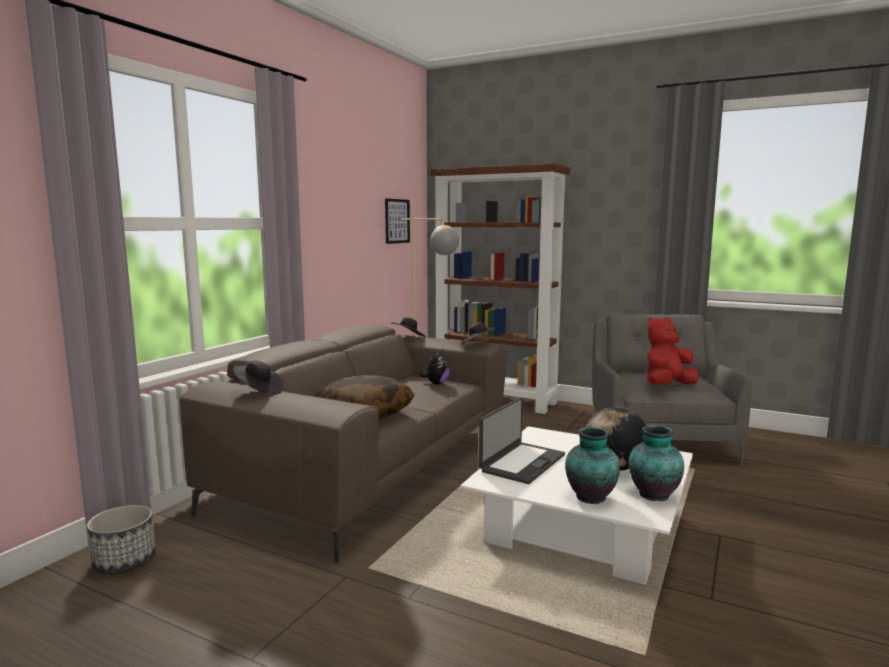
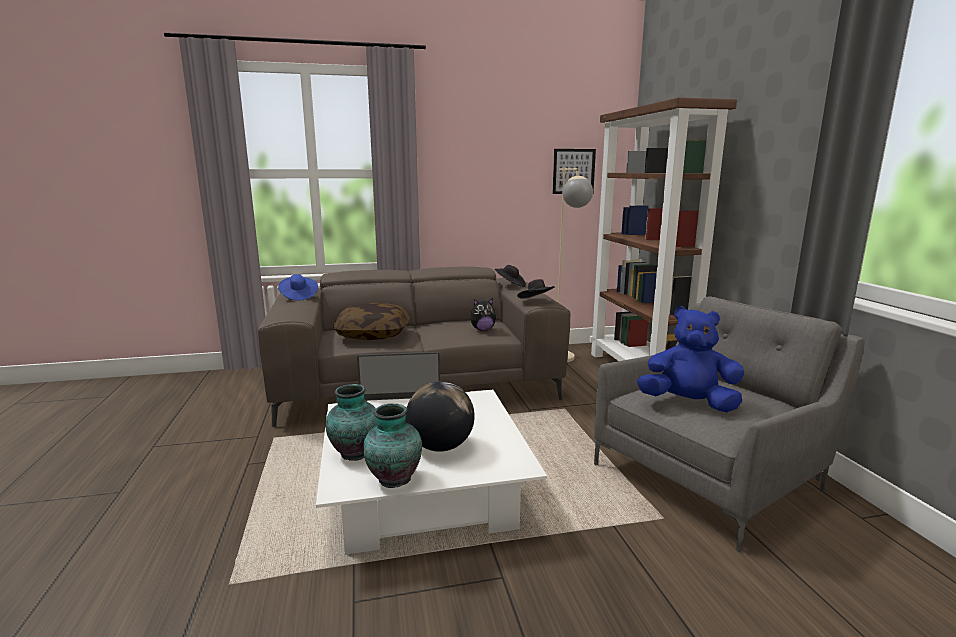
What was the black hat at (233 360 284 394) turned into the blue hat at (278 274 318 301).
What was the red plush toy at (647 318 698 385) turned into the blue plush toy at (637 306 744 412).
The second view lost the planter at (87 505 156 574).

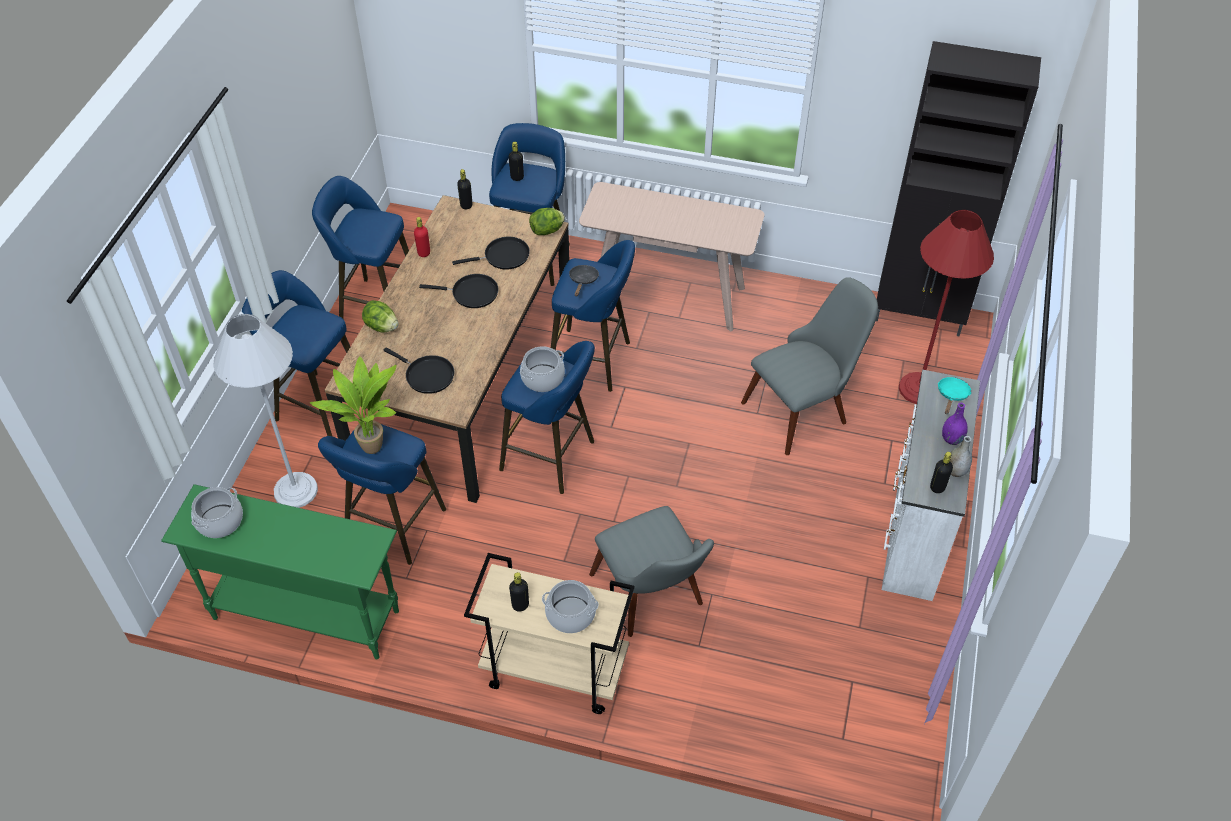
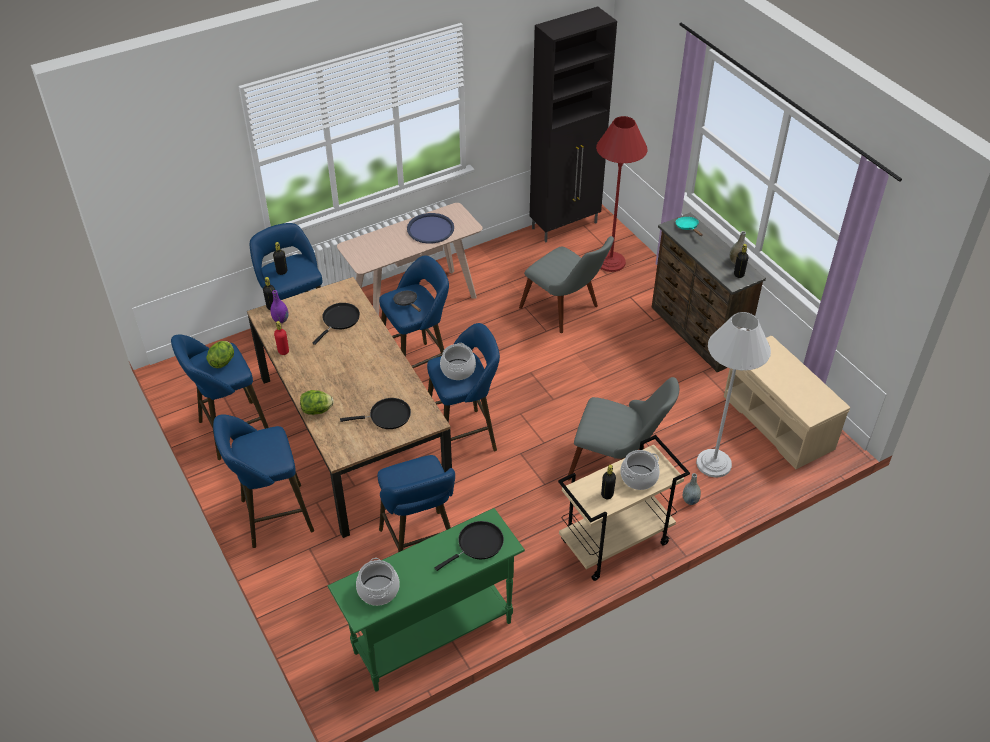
The lettuce ended up elsewhere, having gone from (529 208 565 235) to (206 341 234 368).
The purple vase ended up elsewhere, having gone from (942 403 968 445) to (270 290 289 323).
The second view gained the blue tray at (407 213 454 244).
The black frying pan ended up elsewhere, having gone from (419 274 498 308) to (435 521 504 571).
The grey chair at (741 277 878 455) ended up facing another way, 120 degrees clockwise from before.
What was the white dresser at (882 370 980 601) turned into the brown dresser at (651 212 766 372).
The second view gained the grey vase at (683 473 701 505).
The white floor lamp ended up elsewhere, having gone from (213 314 318 508) to (696 312 771 478).
The second view gained the beige bench at (724 336 850 469).
The second view lost the potted plant at (310 356 397 454).

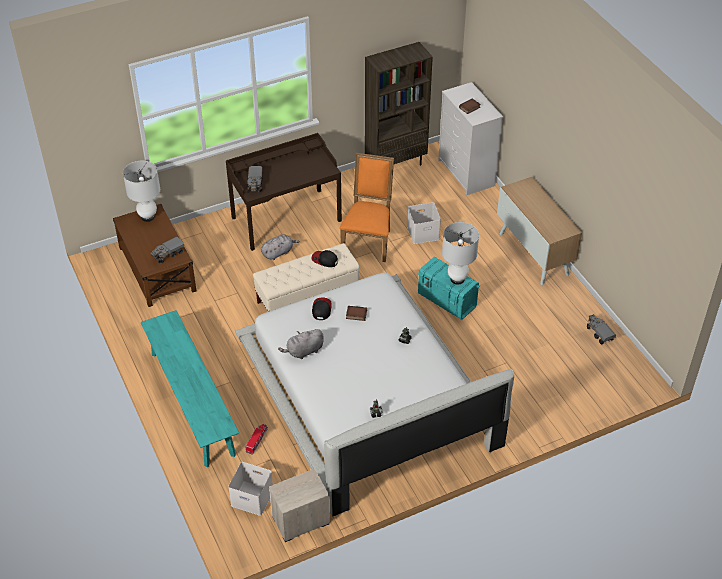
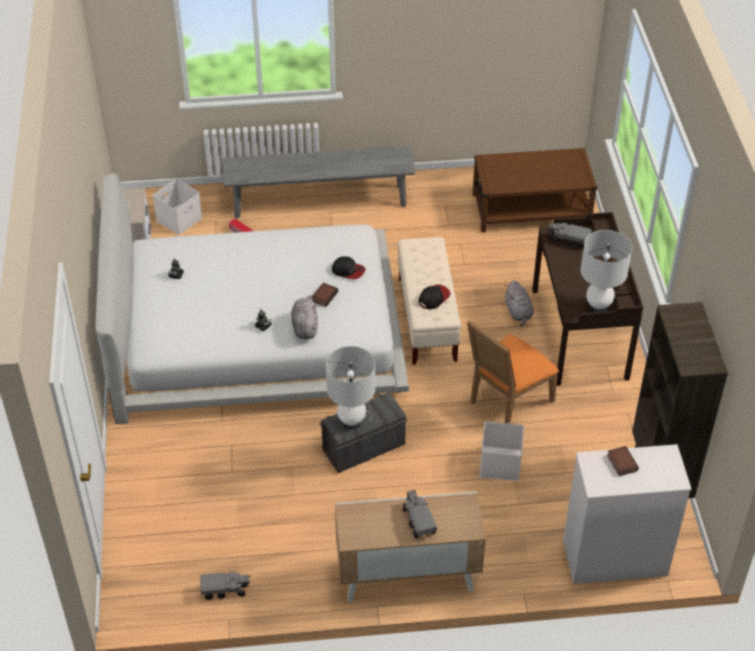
What was the turquoise bench at (141 310 239 467) turned into the grey bench at (222 146 415 219).
The grey plush toy ended up elsewhere, having gone from (278 329 324 359) to (291 296 318 339).
What was the turquoise storage box at (417 257 480 320) turned into the grey storage box at (320 392 408 473).
The toy truck ended up elsewhere, having gone from (150 237 184 264) to (403 490 437 539).
The orange chair at (340 153 394 262) ended up facing another way, 105 degrees clockwise from before.
The white table lamp ended up elsewhere, having gone from (123 161 160 222) to (581 230 632 312).

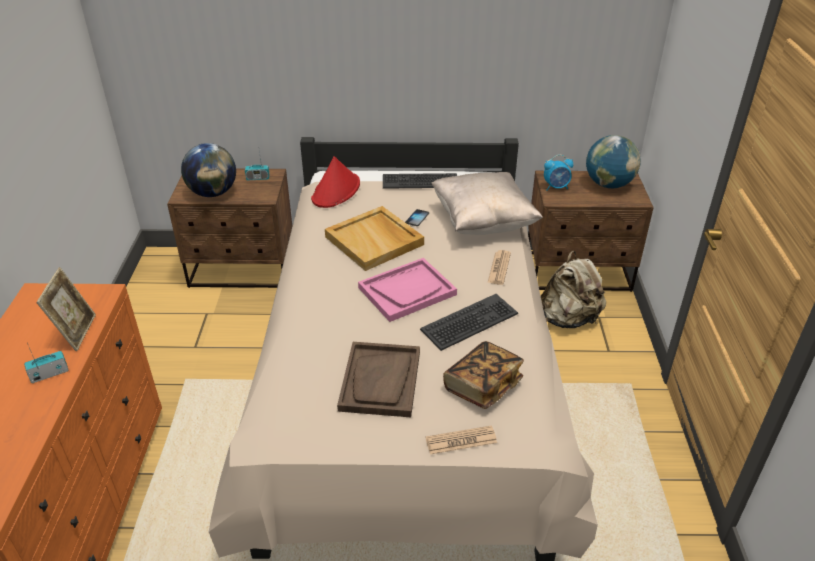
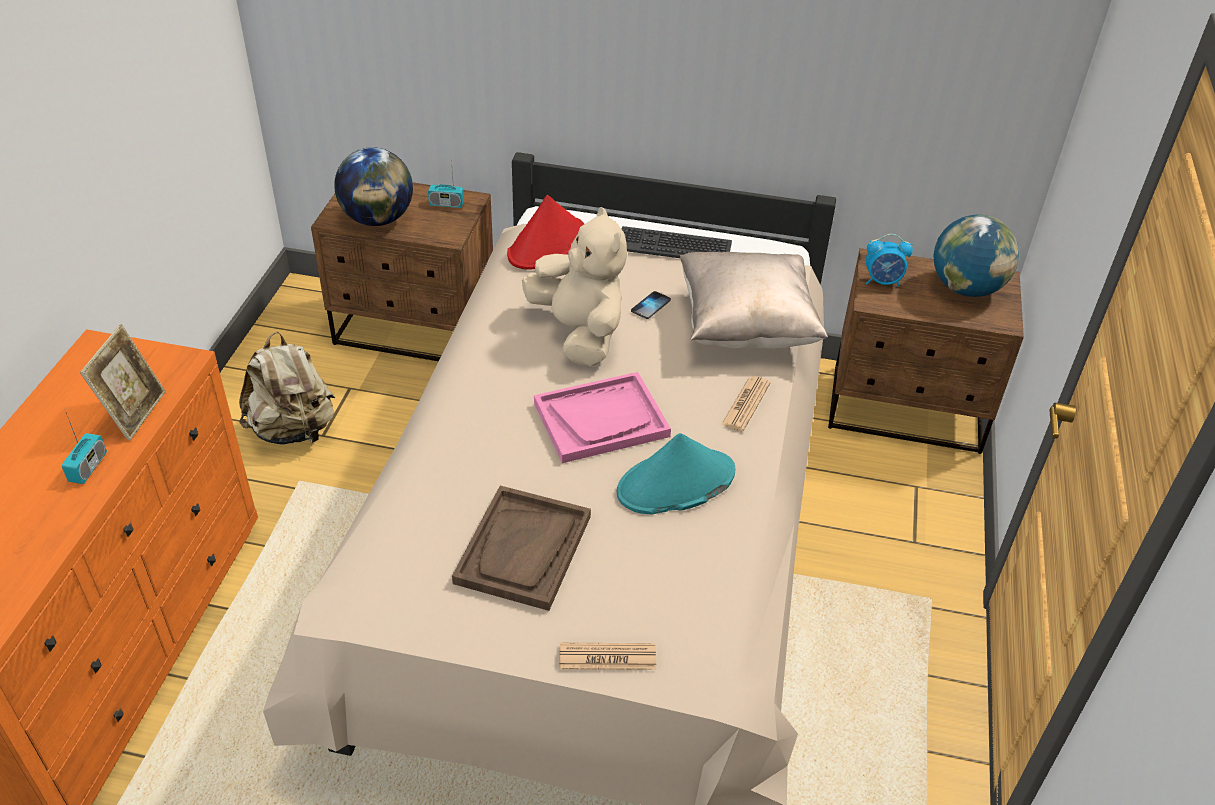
The radio at (24 341 68 383) ended up facing another way, 120 degrees clockwise from before.
The beige backpack ended up elsewhere, having gone from (541 251 606 328) to (239 332 335 445).
Where the beige tray stood at (325 206 424 271), the beige plush toy came to stand at (522 207 627 366).
Where the keyboard stood at (420 294 518 351), the turquoise hat came to stand at (617 433 736 515).
The second view lost the book at (443 341 524 409).

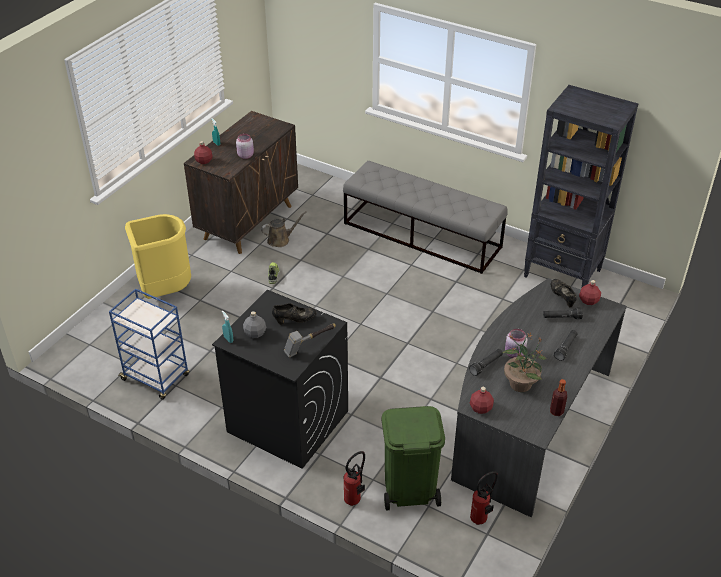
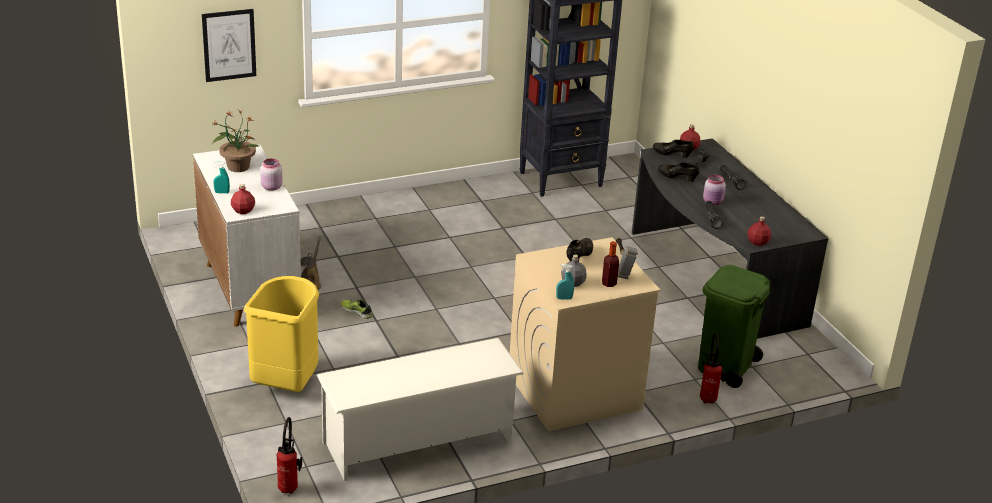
What was the brown cabinet at (184 111 298 254) turned into the white cabinet at (193 145 301 327).
The second view gained the picture at (202 9 256 82).
The potted plant ended up elsewhere, having gone from (503 332 546 392) to (212 110 258 172).
The fire extinguisher ended up elsewhere, having gone from (470 471 498 525) to (277 417 302 494).
Where the blue cart stood at (109 288 190 400), the white shoe rack came to stand at (317 338 524 481).
What was the black washing machine at (212 290 348 469) turned into the beige washing machine at (510 237 660 431).
The bottle ended up elsewhere, having gone from (550 379 567 416) to (602 241 619 287).
The second view gained the black shoe at (658 162 699 182).
The second view lost the grey bench at (343 161 508 274).

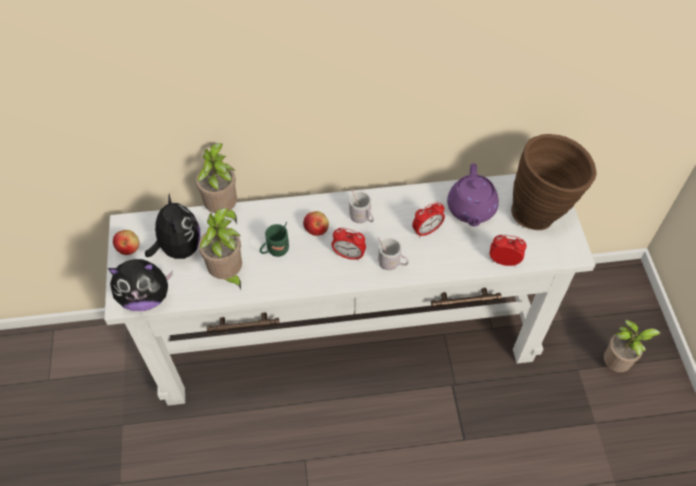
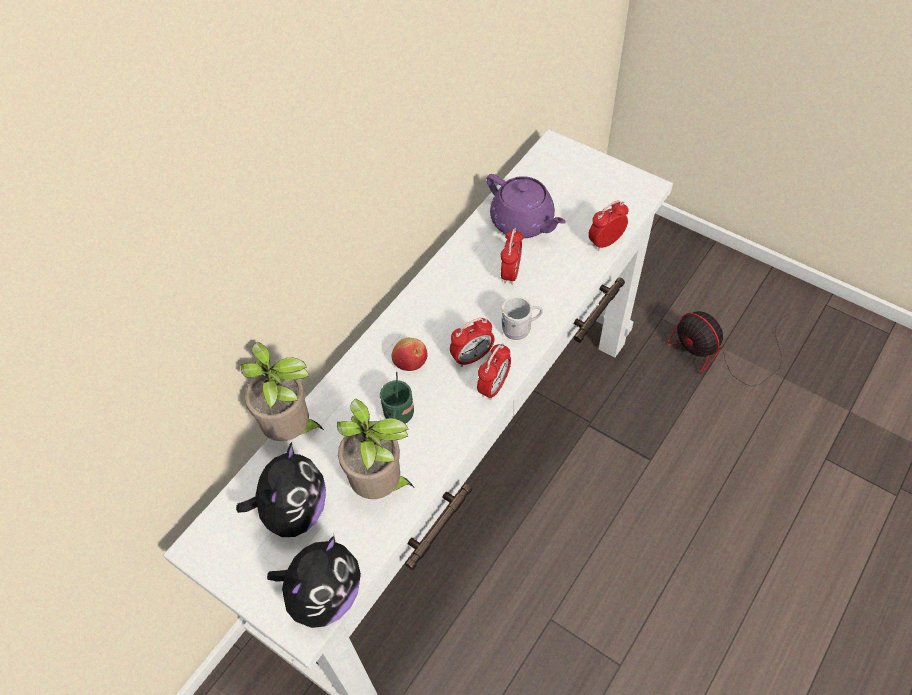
The plush toy at (145 193 200 259) ended up facing another way, 75 degrees clockwise from before.
The second view gained the alarm clock at (477 343 511 400).
The second view gained the fan at (667 311 788 386).
The second view lost the apple at (113 230 139 255).
The second view lost the white mug at (349 187 374 223).
The second view lost the brown vase at (511 134 596 230).
The second view lost the potted plant at (604 320 661 372).

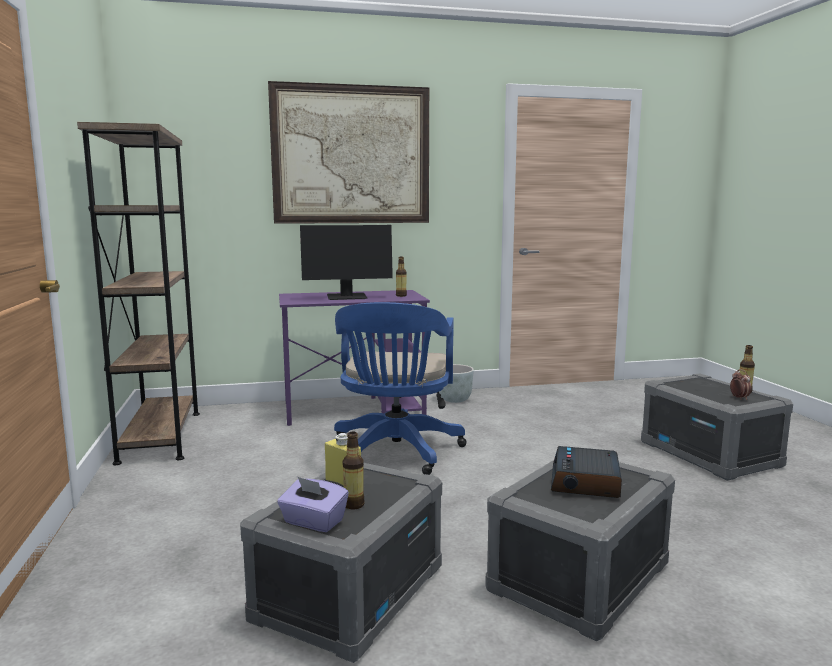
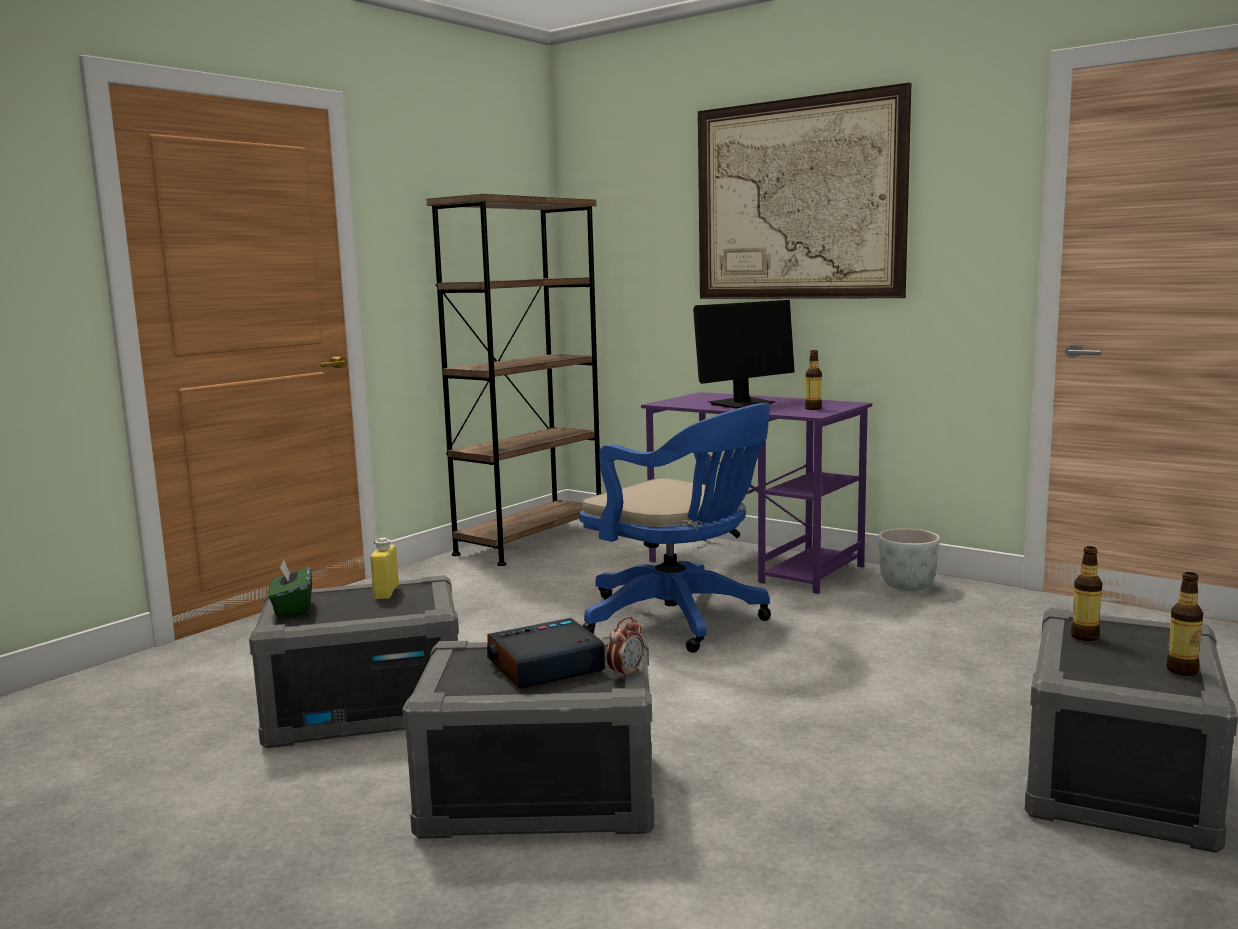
What was the purple tissue box at (277 476 349 532) turned into the green tissue box at (268 560 312 618).
The blue office chair at (334 302 467 475) ended up facing another way, 105 degrees counterclockwise from before.
The alarm clock ended up elsewhere, having gone from (730 369 751 400) to (607 617 644 680).
The monitor at (300 225 393 300) ended up facing another way, 75 degrees counterclockwise from before.
The bottle ended up elsewhere, having gone from (343 432 365 509) to (1071 546 1102 641).

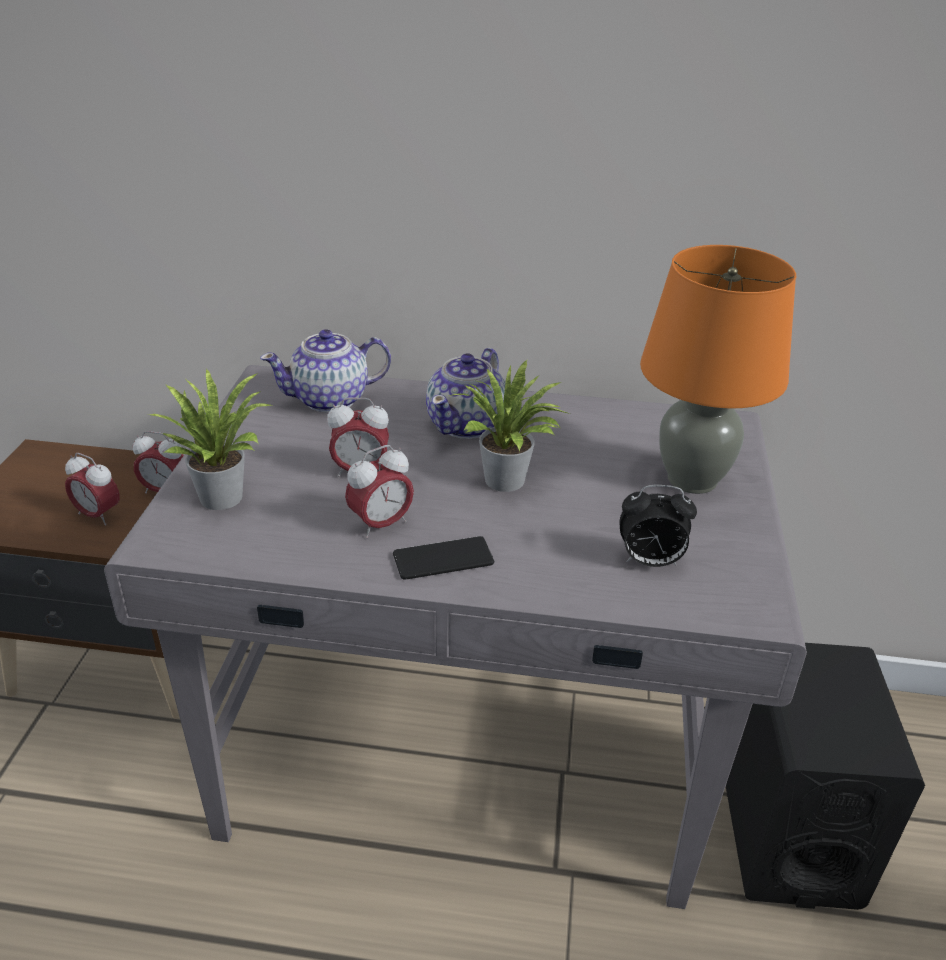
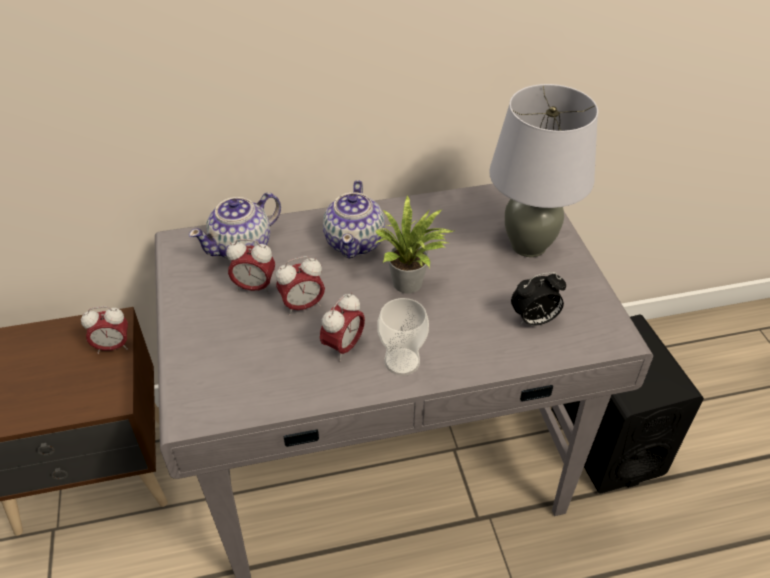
The alarm clock ended up elsewhere, having gone from (65 453 120 525) to (226 239 275 294).
Where the phone stood at (393 536 494 580), the cup came to stand at (377 298 429 375).
What was the orange table lamp at (640 245 796 494) turned into the grey table lamp at (489 84 598 257).
The second view lost the potted plant at (146 369 271 510).

